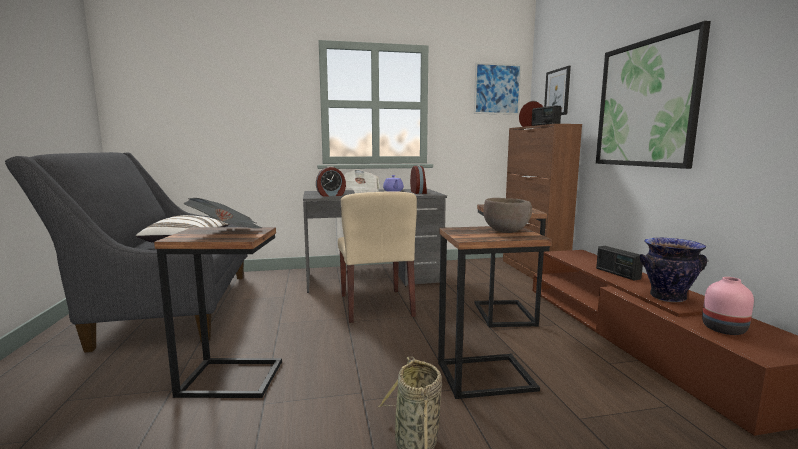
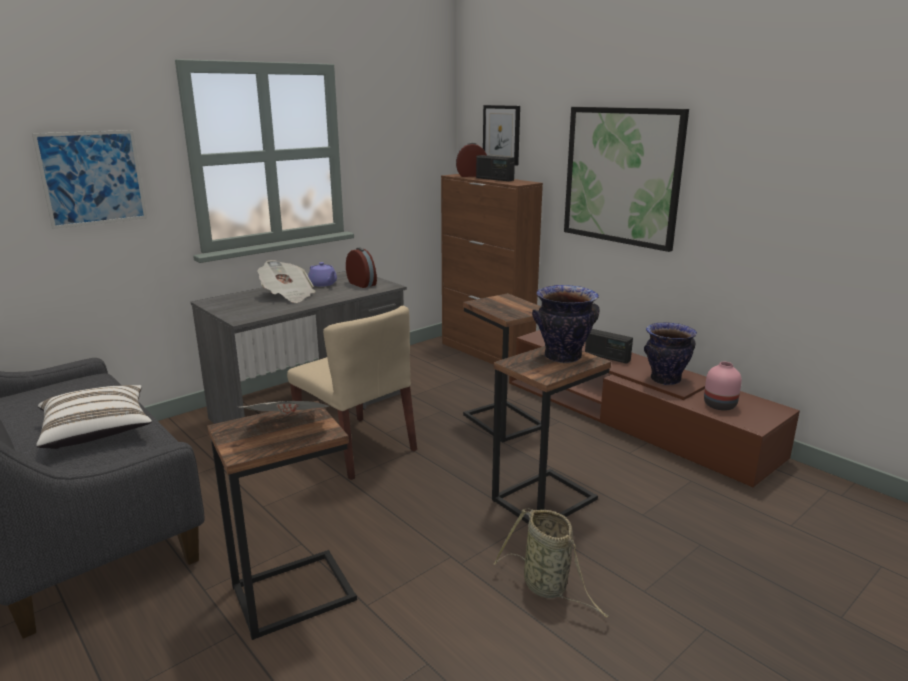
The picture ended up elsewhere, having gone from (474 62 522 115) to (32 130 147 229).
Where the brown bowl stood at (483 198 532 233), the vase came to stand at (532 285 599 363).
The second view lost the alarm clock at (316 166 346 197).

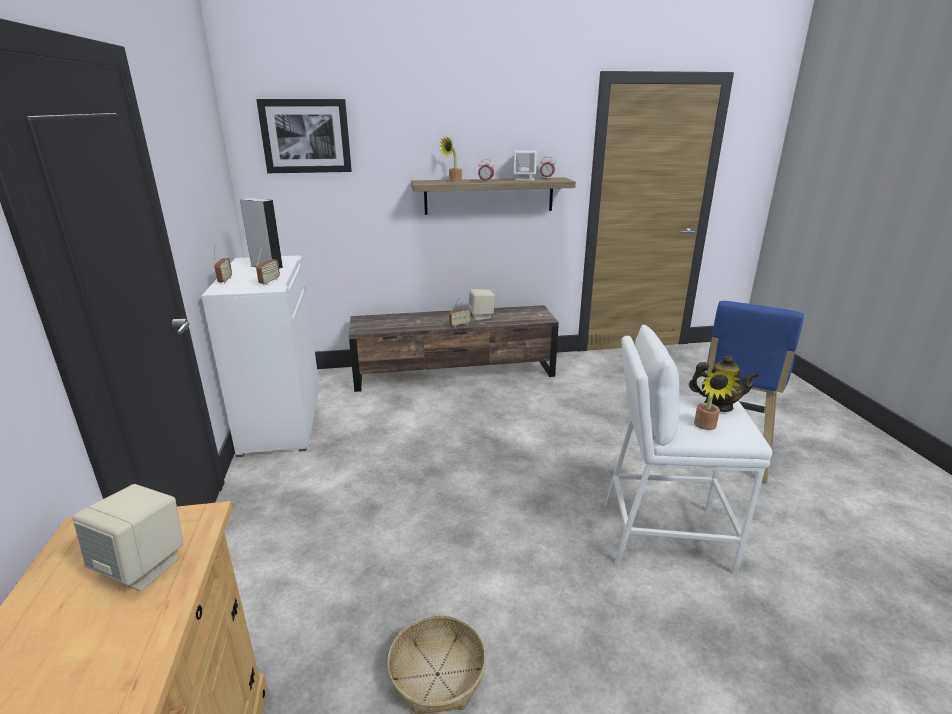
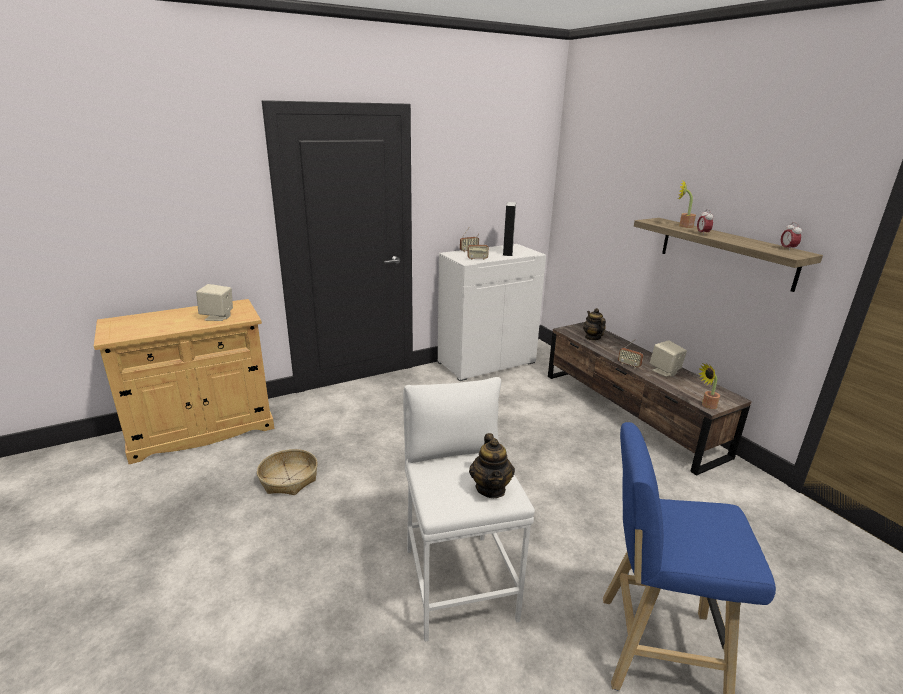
The second view gained the teapot at (583 308 606 340).
The potted plant ended up elsewhere, having gone from (694 369 741 430) to (699 364 720 409).
The second view lost the picture at (256 99 352 173).
The second view lost the white speaker at (514 151 537 181).

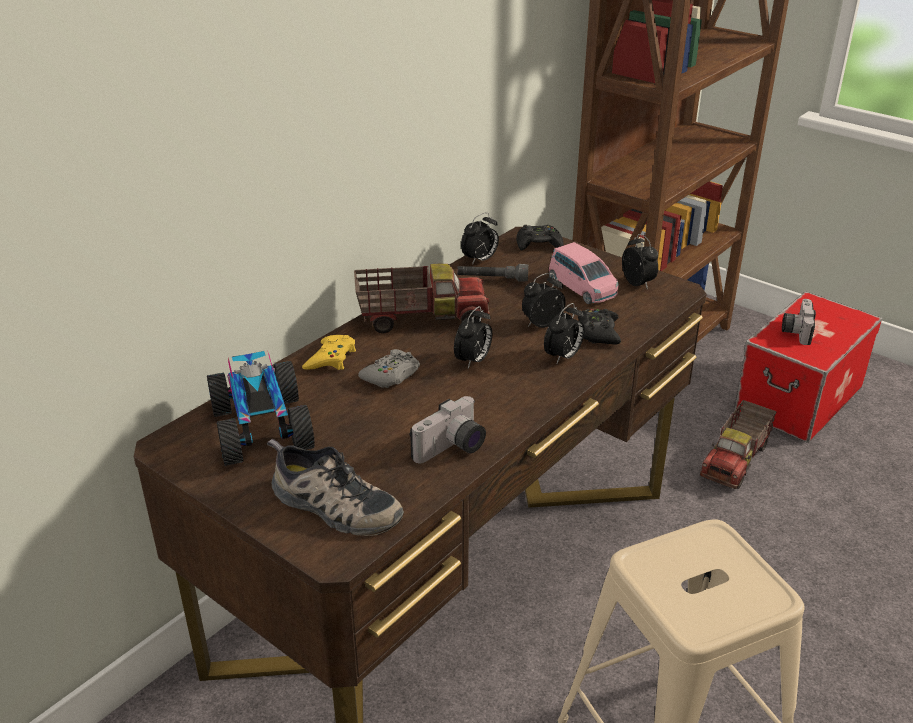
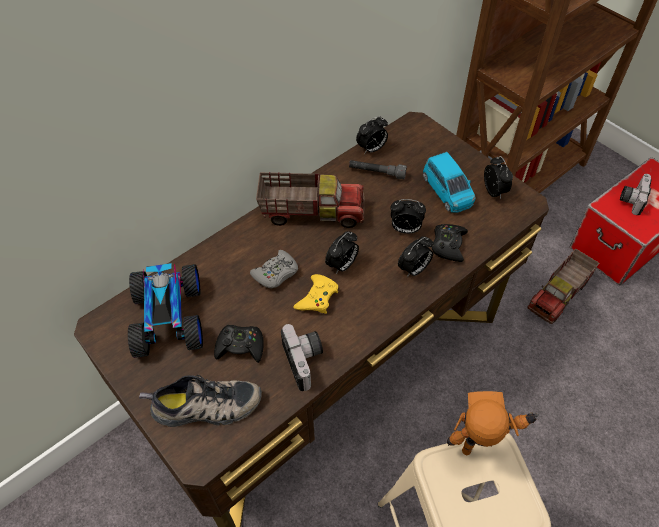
The shoe at (267 439 404 536) ended up facing another way, 45 degrees counterclockwise from before.
The black game controller ended up elsewhere, having gone from (516 225 564 251) to (214 325 264 363).
The photo camera at (409 396 486 463) ended up facing another way, 75 degrees counterclockwise from before.
The yellow game controller ended up elsewhere, having gone from (302 335 356 370) to (293 274 338 314).
The alarm clock at (522 273 566 328) ended up facing another way, 150 degrees counterclockwise from before.
What was the pink toy car at (549 242 619 304) turned into the blue toy car at (423 152 476 213).
The second view gained the toy robot at (447 391 539 455).

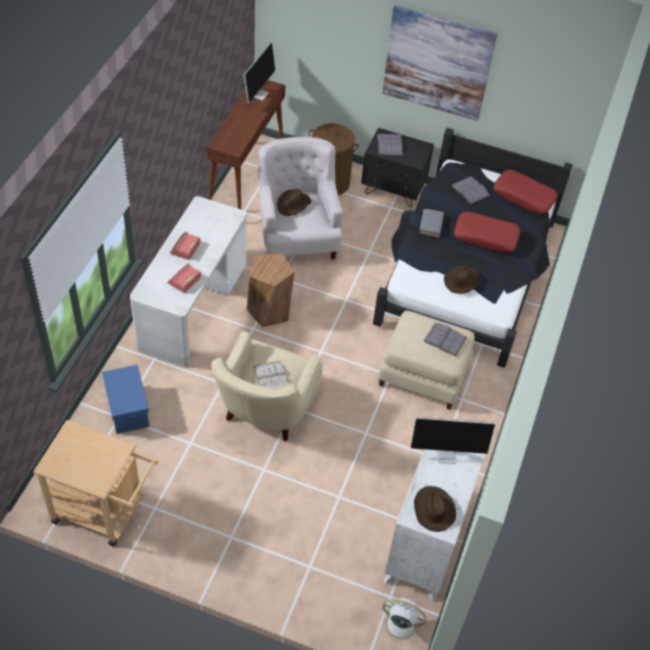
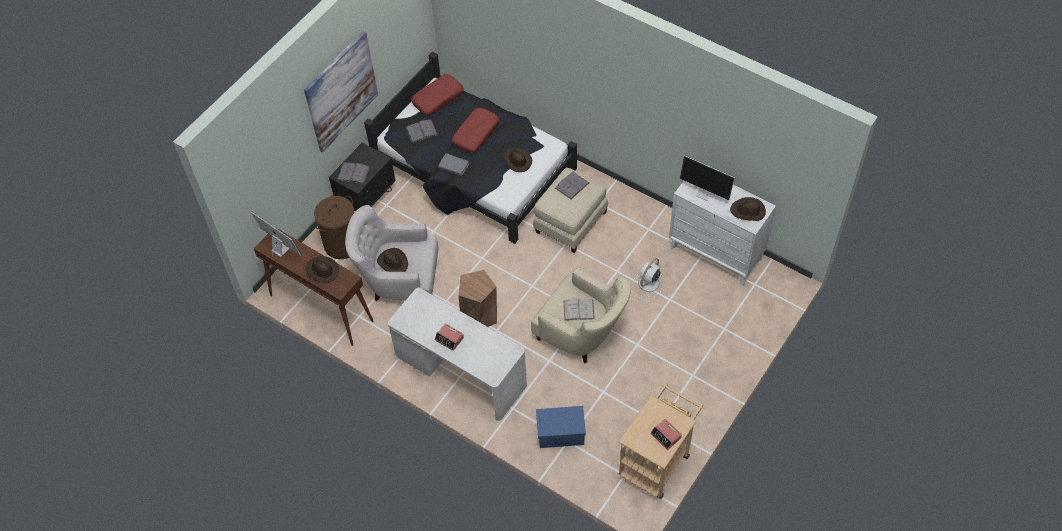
The second view gained the brown hat at (306 256 339 283).
The white fan ended up elsewhere, having gone from (378 598 427 644) to (633 258 663 297).
The alarm clock ended up elsewhere, having gone from (167 264 201 293) to (650 419 682 450).
The monitor at (411 417 495 464) ended up facing another way, 105 degrees clockwise from before.

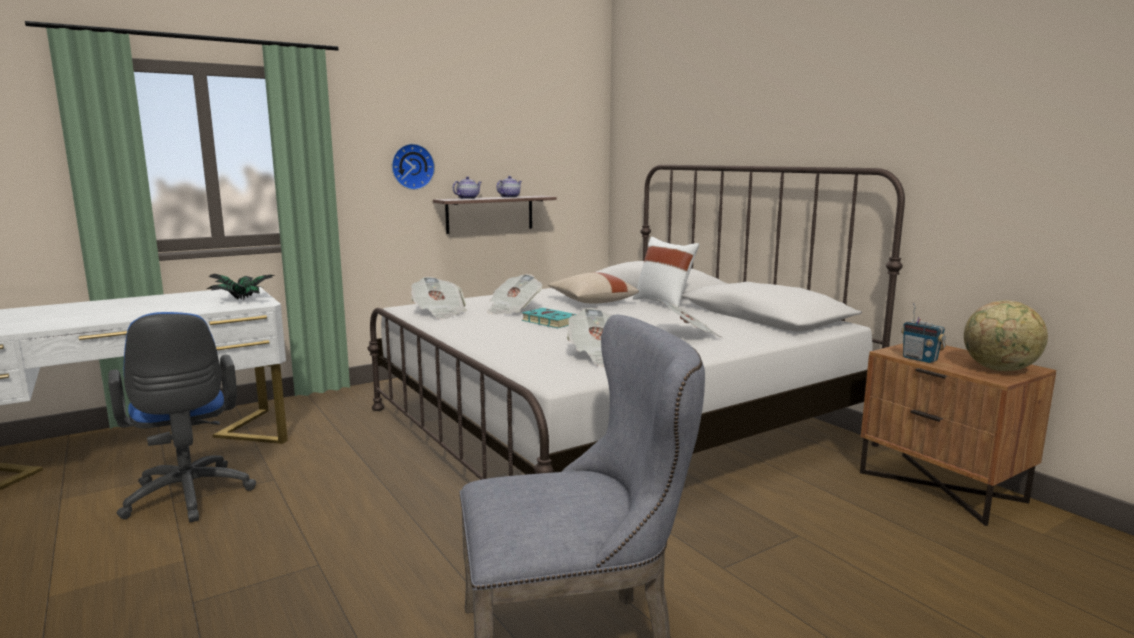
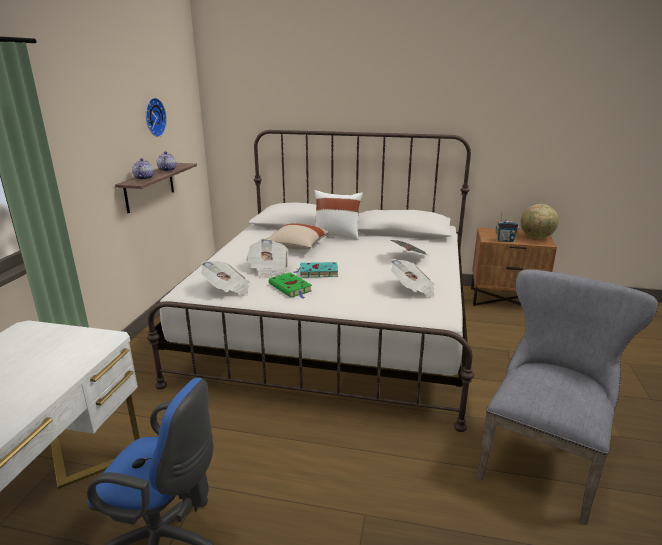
The wall clock ended up elsewhere, having gone from (392 143 435 190) to (146 98 167 137).
The second view gained the green book at (269 272 312 299).
The second view lost the potted plant at (207 274 275 300).

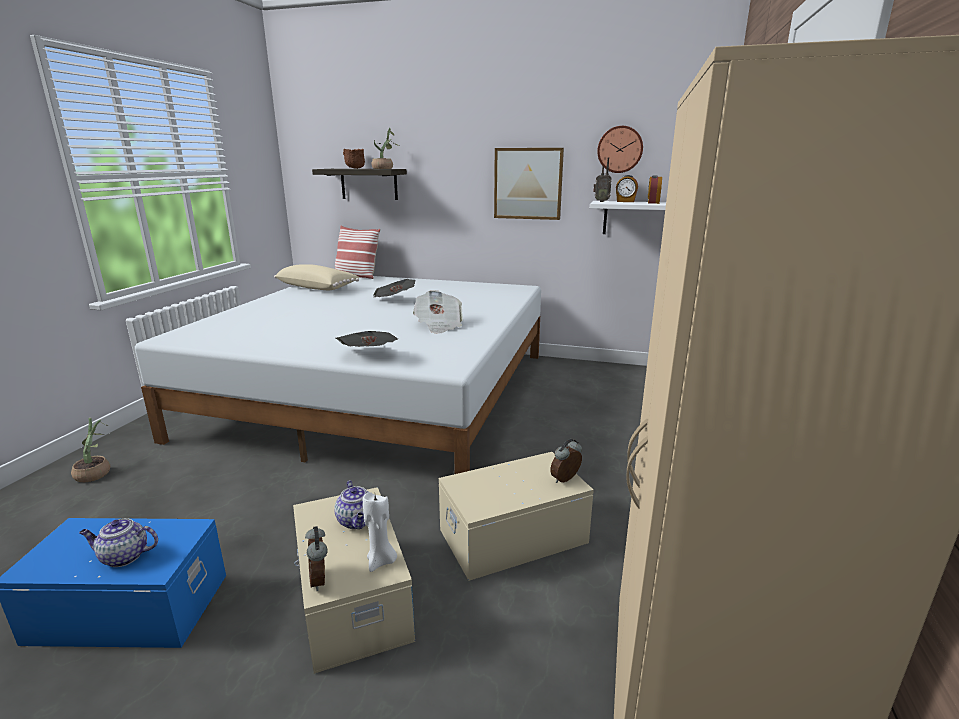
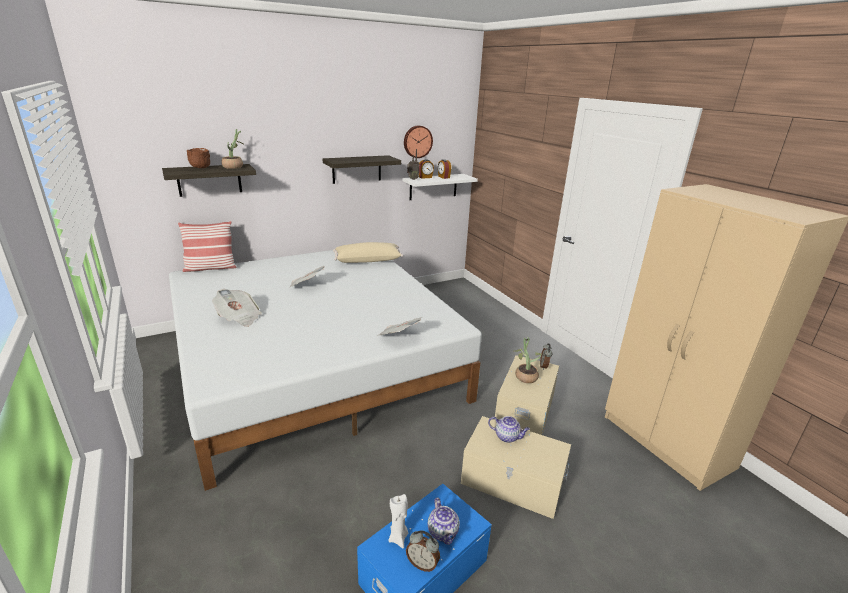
The newspaper ended up elsewhere, having gone from (413 290 463 334) to (212 289 262 327).
Where the picture hung at (494 148 564 220), the shelf came to hang at (323 155 401 184).
The beige pillow ended up elsewhere, having gone from (274 264 359 290) to (333 242 403 263).
The white candle ended up elsewhere, having gone from (363 492 397 572) to (388 494 408 549).
The alarm clock ended up elsewhere, having gone from (305 526 328 591) to (406 530 440 572).
The teapot at (79 518 158 567) ended up facing another way, 60 degrees counterclockwise from before.
The potted plant ended up elsewhere, having gone from (71 418 110 482) to (514 337 541 383).

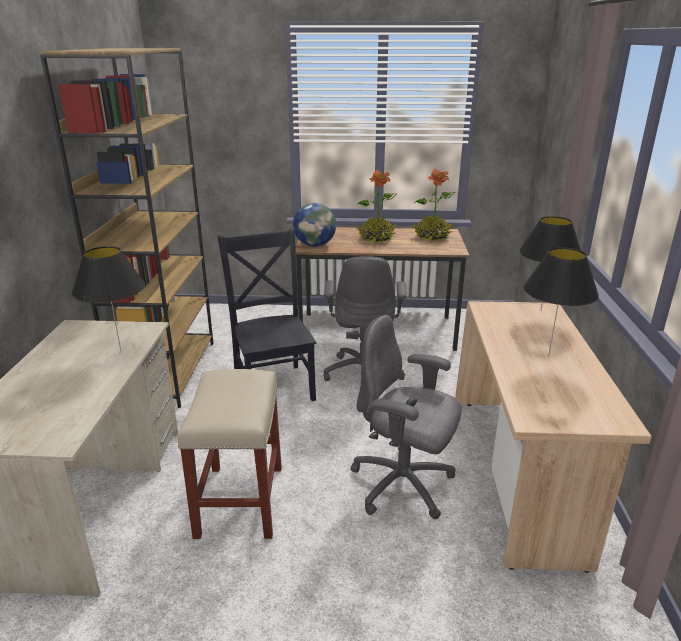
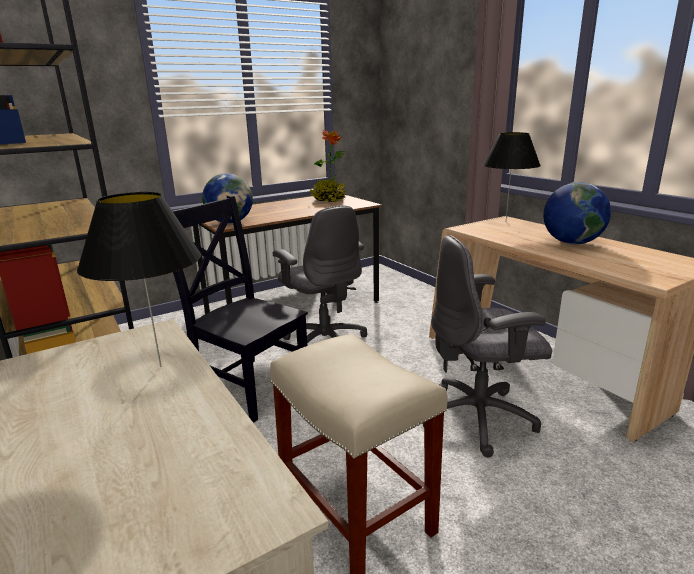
Where the black table lamp stood at (523 247 599 356), the globe came to stand at (543 182 611 244).
The second view lost the potted plant at (356 170 397 244).

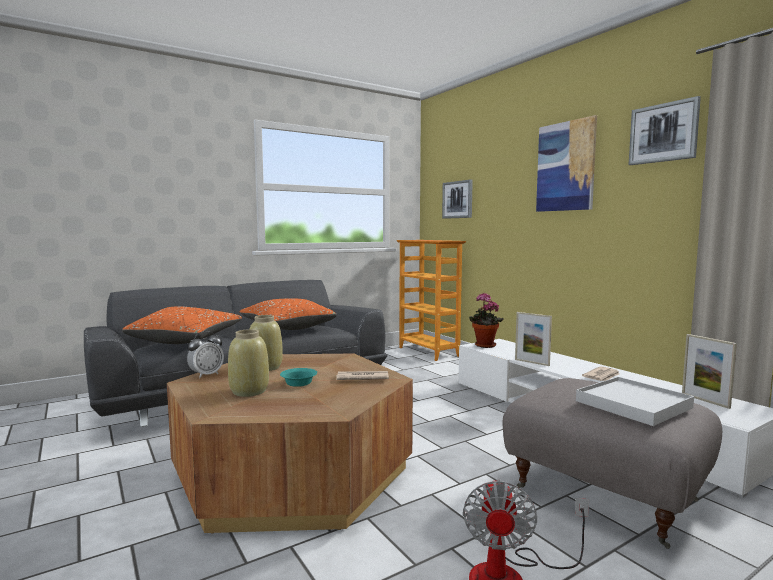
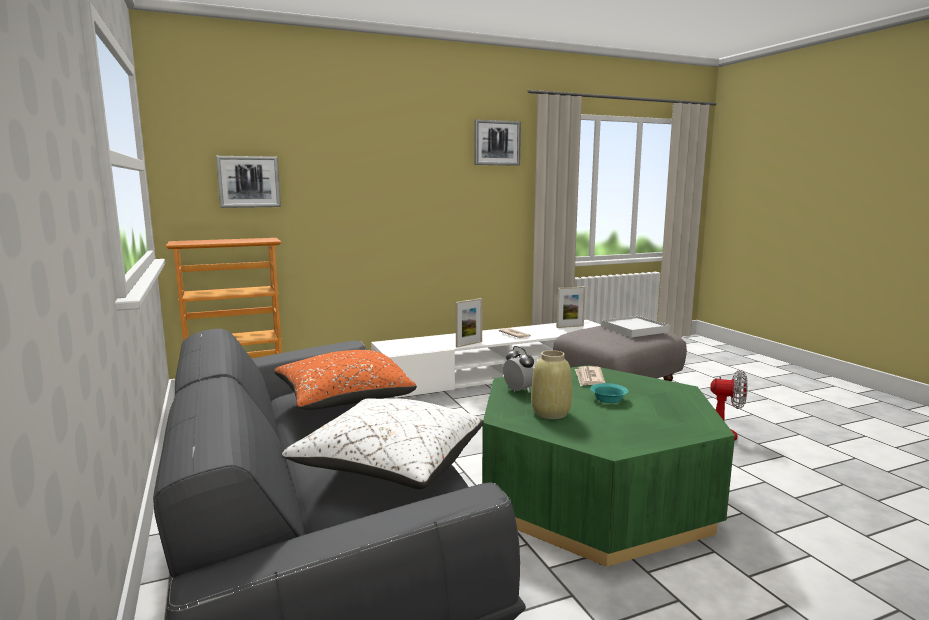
What was the orange pillow at (122 306 242 344) turned into the white pillow at (282 398 484 489).
What was the brown coffee table at (167 353 413 533) turned into the green coffee table at (482 365 735 567).
The alarm clock ended up elsewhere, having gone from (187 331 224 378) to (503 346 534 392).
The second view lost the beige vase at (228 329 269 397).
The second view lost the potted plant at (469 293 504 348).
The second view lost the picture at (536 115 597 212).

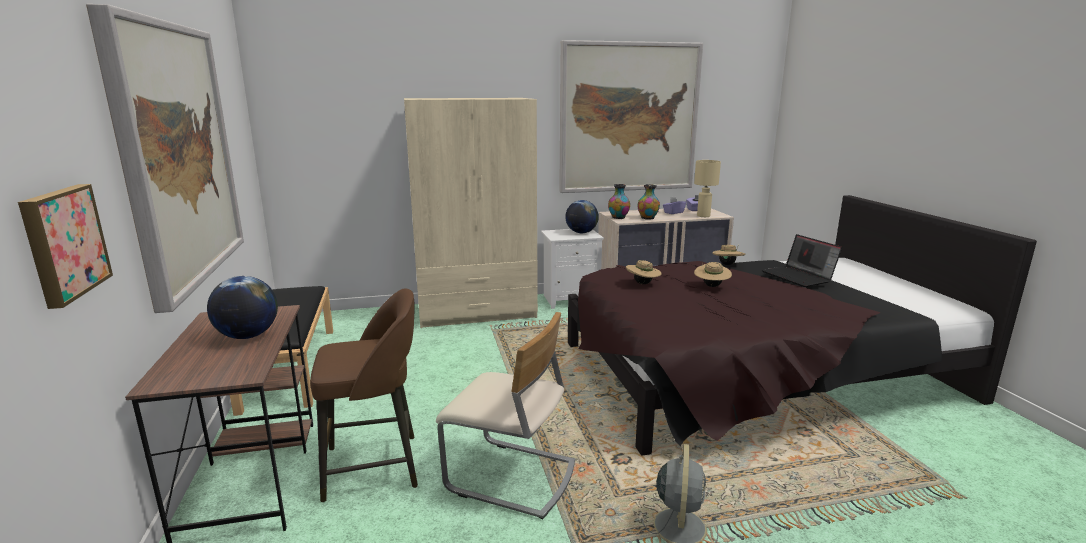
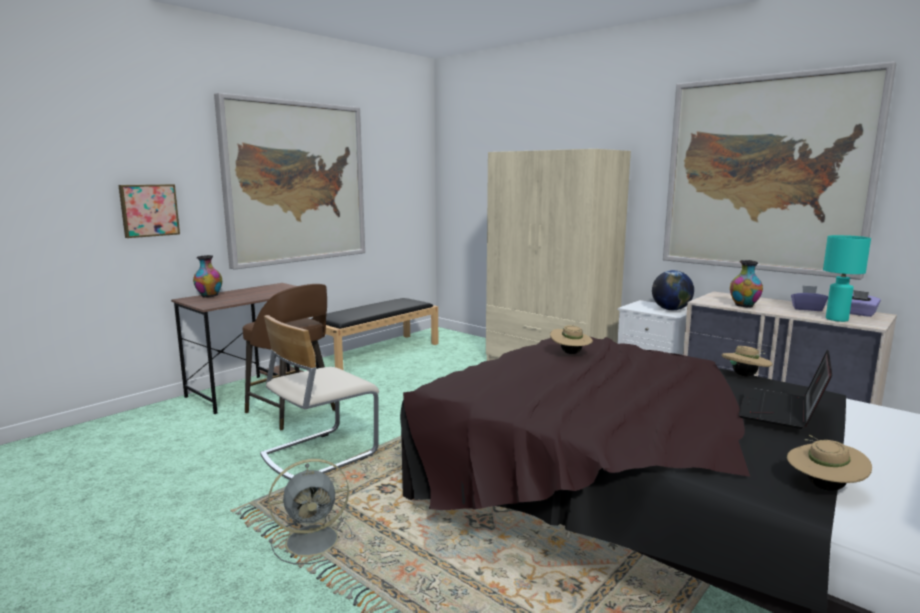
The vase ended up elsewhere, having gone from (608 184 630 219) to (193 255 222 298).
The beige chair at (436 312 575 519) ended up facing another way, 60 degrees clockwise from before.
The beige hat ended up elsewhere, having gone from (694 262 732 287) to (787 435 872 491).
What was the beige table lamp at (694 160 721 217) turned into the turquoise table lamp at (823 235 871 322).
The second view lost the globe at (207 276 278 339).

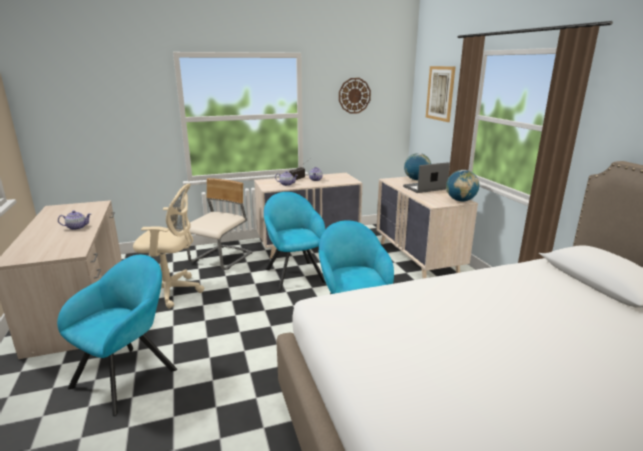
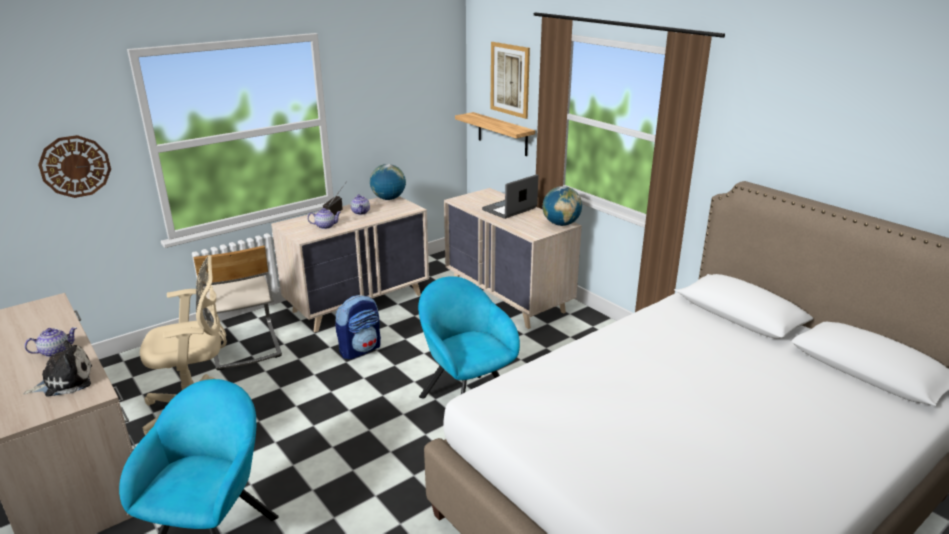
The second view gained the plush toy at (23 340 92 397).
The wall clock ended up elsewhere, having gone from (339 78 371 114) to (38 135 111 198).
The beige chair at (187 178 253 270) ended up facing another way, 150 degrees clockwise from before.
Where the turquoise armchair stood at (264 192 326 291), the backpack came to stand at (335 295 381 359).
The globe ended up elsewhere, having gone from (404 153 431 180) to (370 164 406 200).
The second view gained the shelf at (455 112 535 156).

